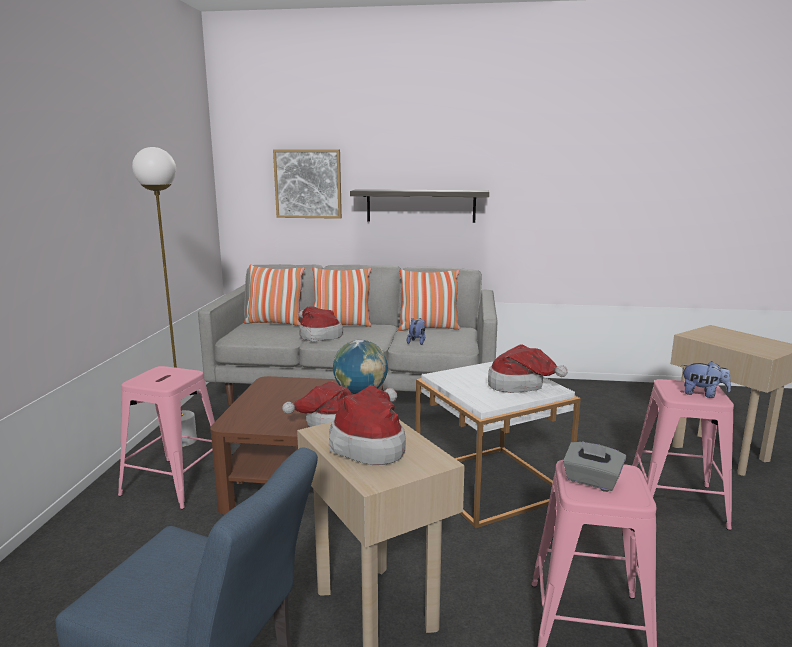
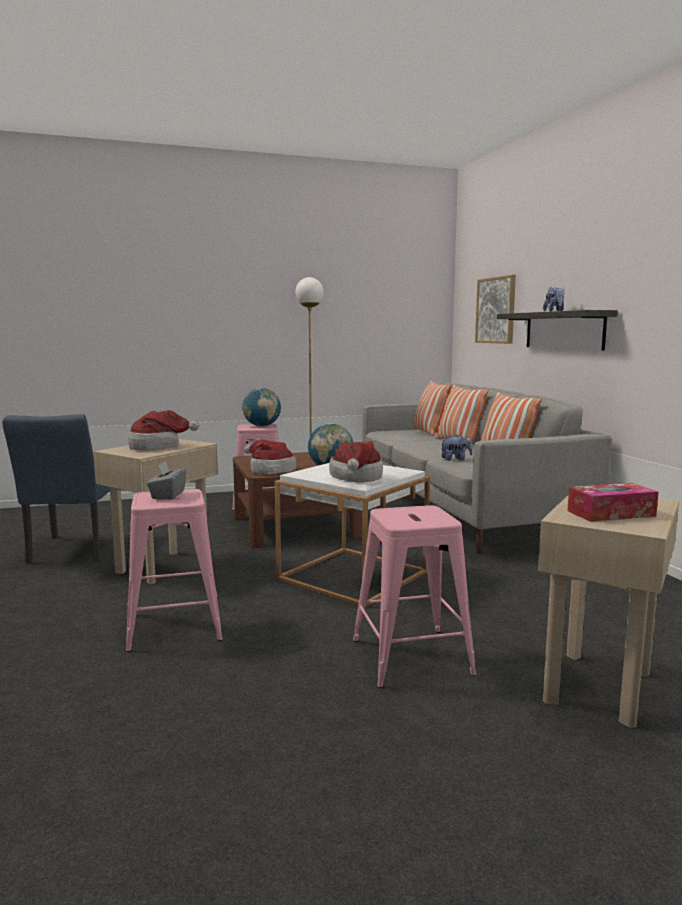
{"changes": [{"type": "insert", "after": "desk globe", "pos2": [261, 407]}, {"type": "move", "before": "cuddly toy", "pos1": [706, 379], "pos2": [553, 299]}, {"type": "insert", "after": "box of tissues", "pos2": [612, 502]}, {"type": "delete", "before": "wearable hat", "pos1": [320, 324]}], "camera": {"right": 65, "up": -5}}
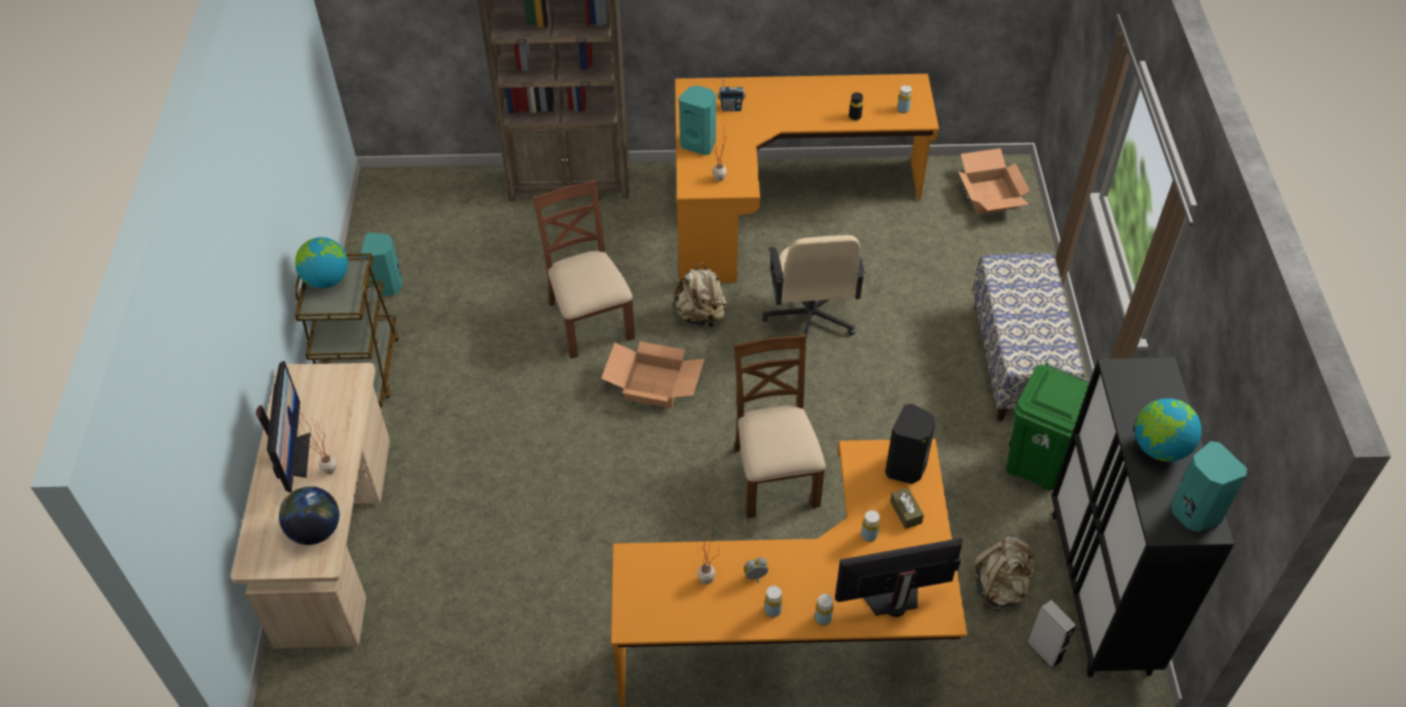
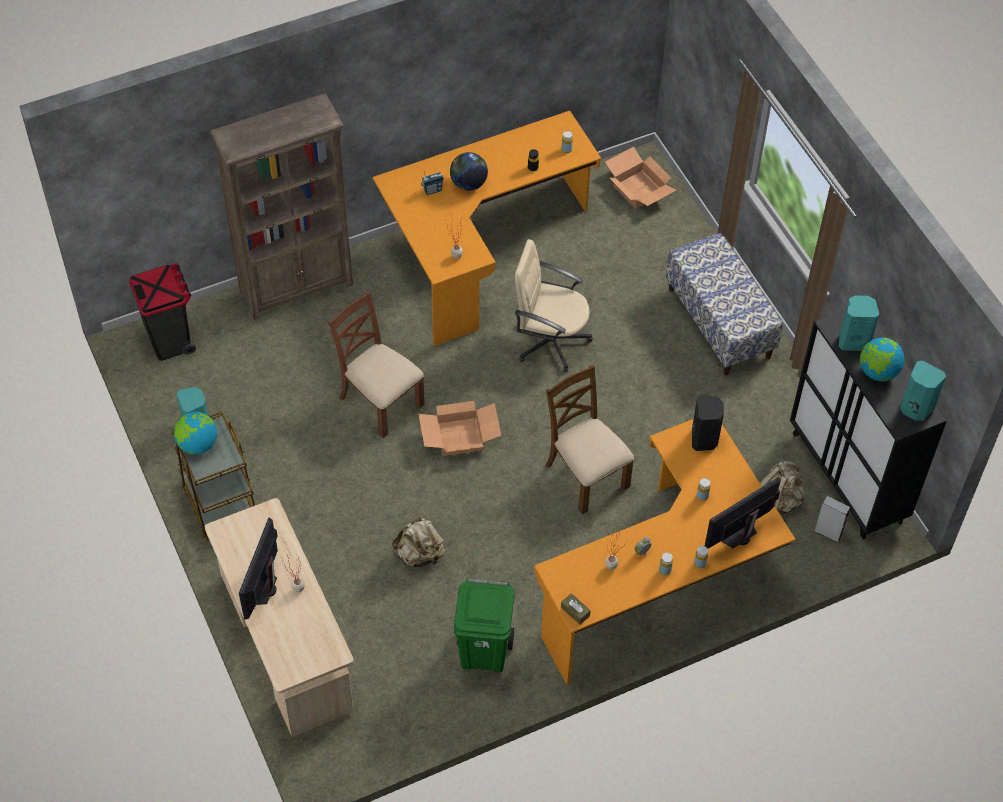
{"changes": [{"type": "insert", "after": "waste bin (black)", "pos2": [162, 312]}, {"type": "rotate", "before": "computer display", "pos1": [283, 427], "pos2": [258, 569], "turn": -135}, {"type": "move", "before": "rucksack (sand-coloured)", "pos1": [700, 295], "pos2": [418, 541]}, {"type": "move", "before": "desk globe", "pos1": [309, 515], "pos2": [469, 171]}, {"type": "move", "before": "waste bin (green-coloured)", "pos1": [1048, 427], "pos2": [484, 625]}, {"type": "rotate", "before": "office chair (sand-coloured)", "pos1": [813, 286], "pos2": [553, 305], "turn": 135}, {"type": "move", "before": "box of tissues (brown)", "pos1": [907, 508], "pos2": [576, 608]}, {"type": "move", "before": "loudspeaker (turquoise-coloured)", "pos1": [697, 120], "pos2": [859, 323]}], "camera": {"right": -25, "up": 5}}
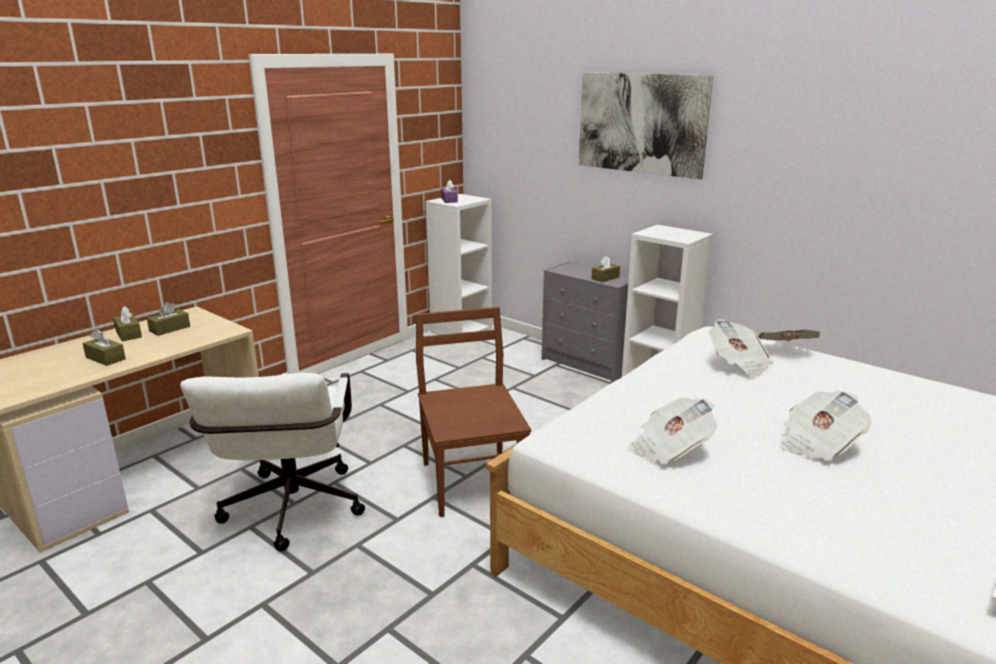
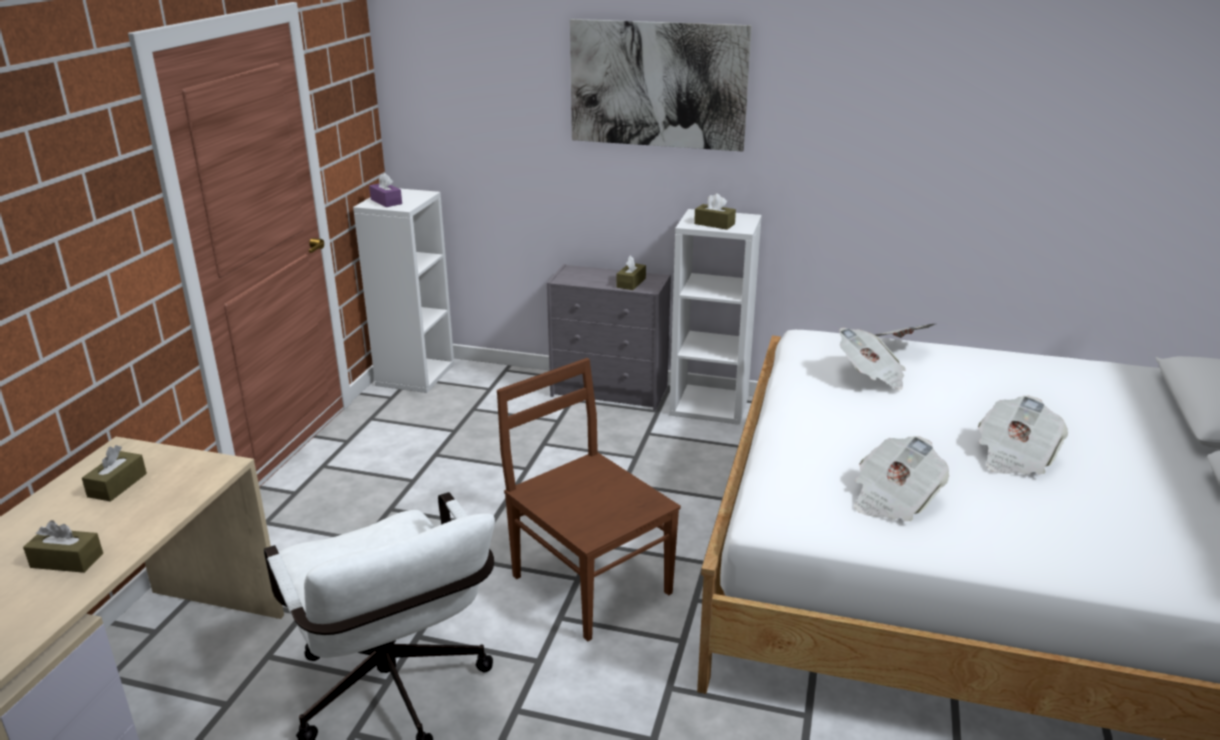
{"changes": [{"type": "move", "before": "box of tissues (brown)", "pos1": [127, 323], "pos2": [715, 212]}], "camera": {"right": -25, "up": 5}}
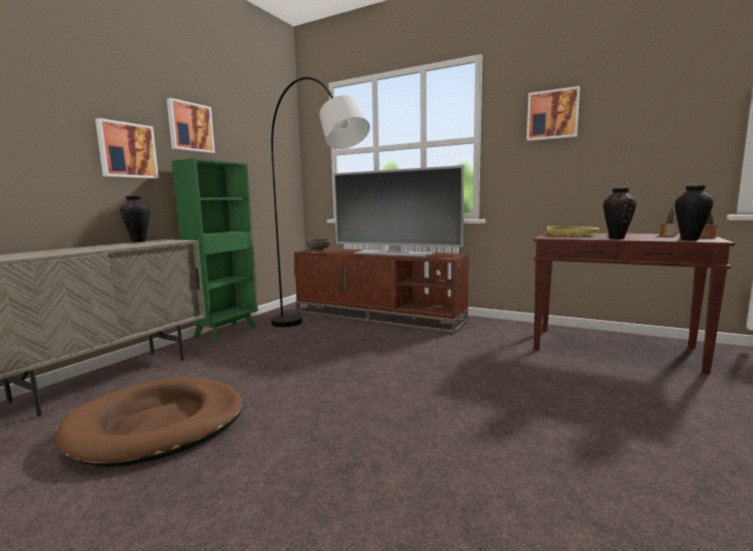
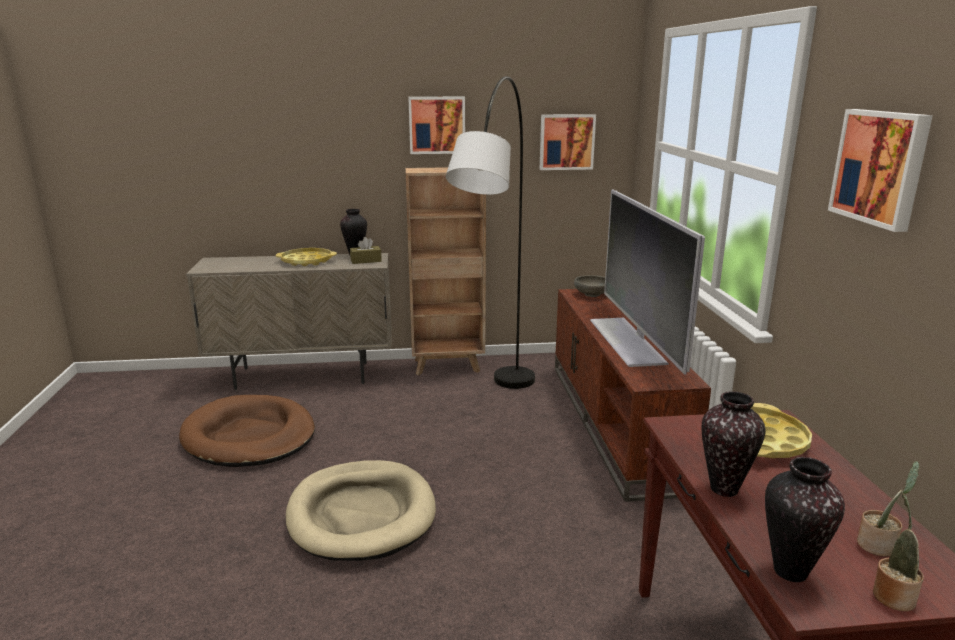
{"changes": [{"type": "insert", "after": "serving tray (yellow)", "pos2": [306, 257]}, {"type": "insert", "after": "pet bed (sand-coloured)", "pos2": [361, 510]}, {"type": "insert", "after": "box of tissues (brown)", "pos2": [366, 250]}, {"type": "recolor", "before": "bookcase (green-coloured)", "after": "bookcase (brown)", "pos1": [215, 250], "pos2": [445, 271]}, {"type": "move", "before": "wall art", "pos1": [127, 148], "pos2": [568, 142]}], "camera": {"right": 55, "up": 10}}
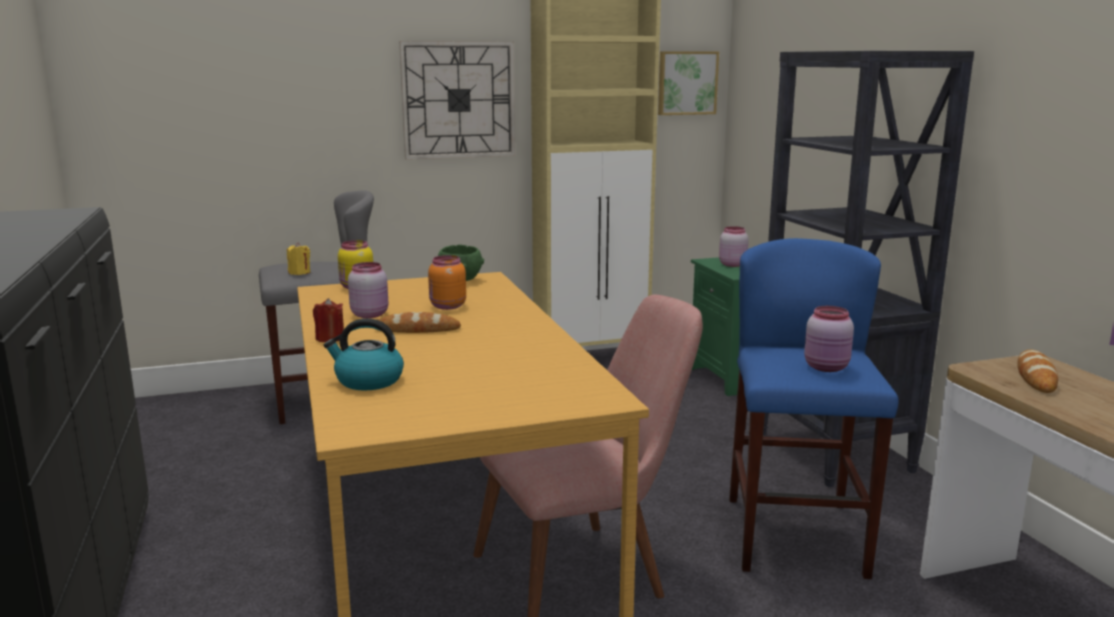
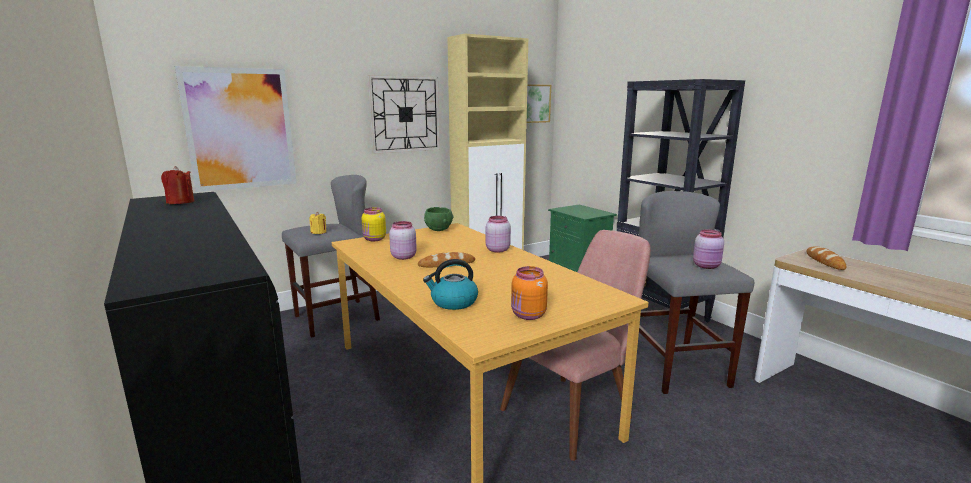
{"changes": [{"type": "move", "before": "wax candle (red-coloured)", "pos1": [328, 320], "pos2": [177, 185]}, {"type": "insert", "after": "wall art", "pos2": [235, 129]}, {"type": "move", "before": "preserve jar (pinkish)", "pos1": [734, 246], "pos2": [498, 234]}, {"type": "move", "before": "preserve jar (orange-coloured)", "pos1": [447, 282], "pos2": [529, 293]}, {"type": "recolor", "before": "stool seat (blue-coloured)", "after": "stool seat (grey)", "pos1": [814, 408], "pos2": [696, 292]}], "camera": {"right": -15, "up": 0}}
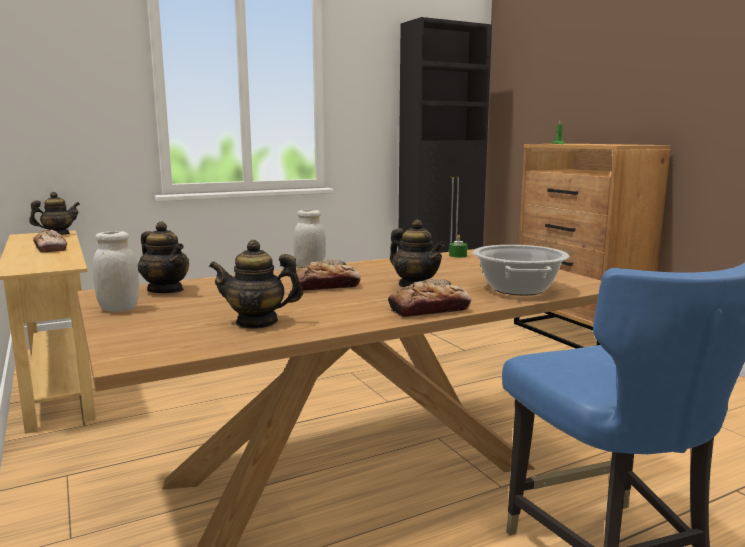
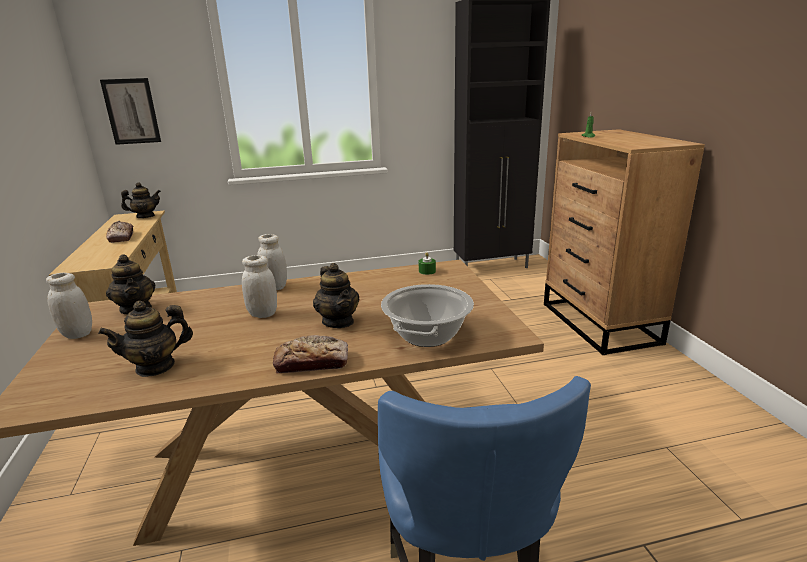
{"changes": [{"type": "rotate", "before": "pot for tea", "pos1": [256, 284], "pos2": [145, 339], "turn": -45}, {"type": "insert", "after": "wall art", "pos2": [130, 111]}, {"type": "replace", "before": "baked bread", "after": "preserve jar (white-coloured)", "pos1": [325, 275], "pos2": [259, 286]}], "camera": {"right": 15, "up": 10}}
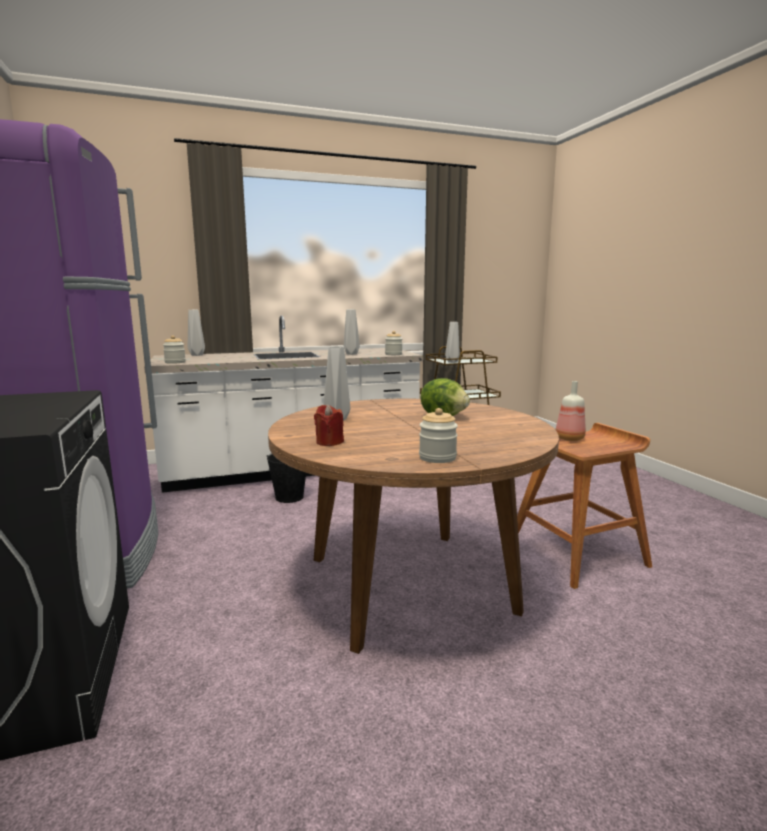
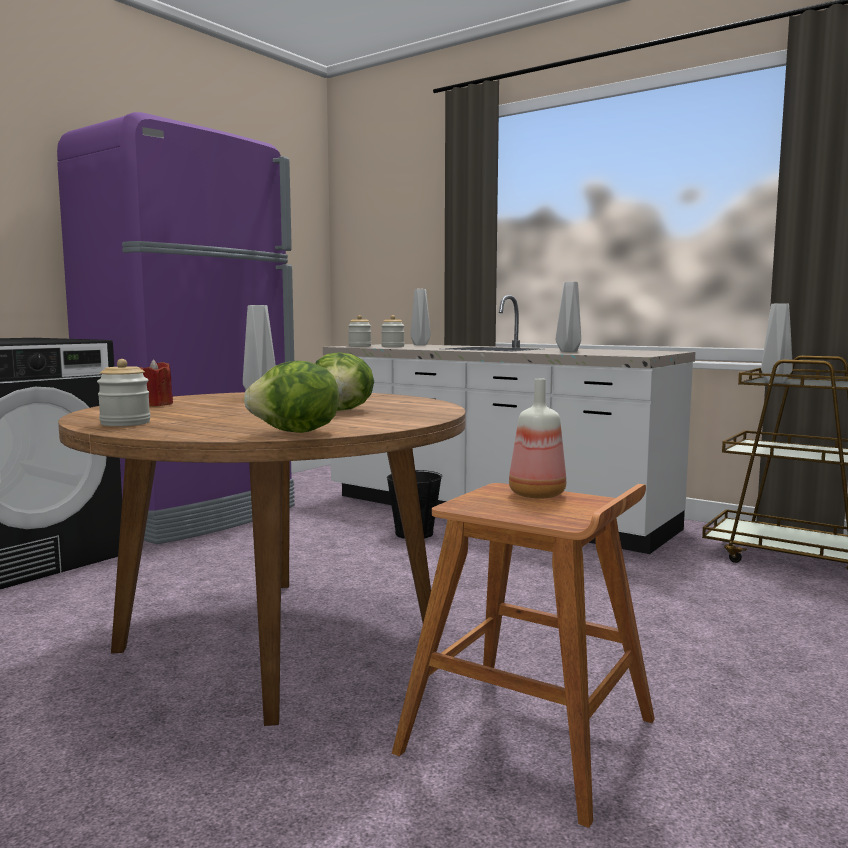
{"changes": [{"type": "insert", "after": "head of lettuce", "pos2": [291, 397]}, {"type": "move", "before": "preserve jar", "pos1": [394, 343], "pos2": [393, 331]}], "camera": {"right": 55, "up": -5}}
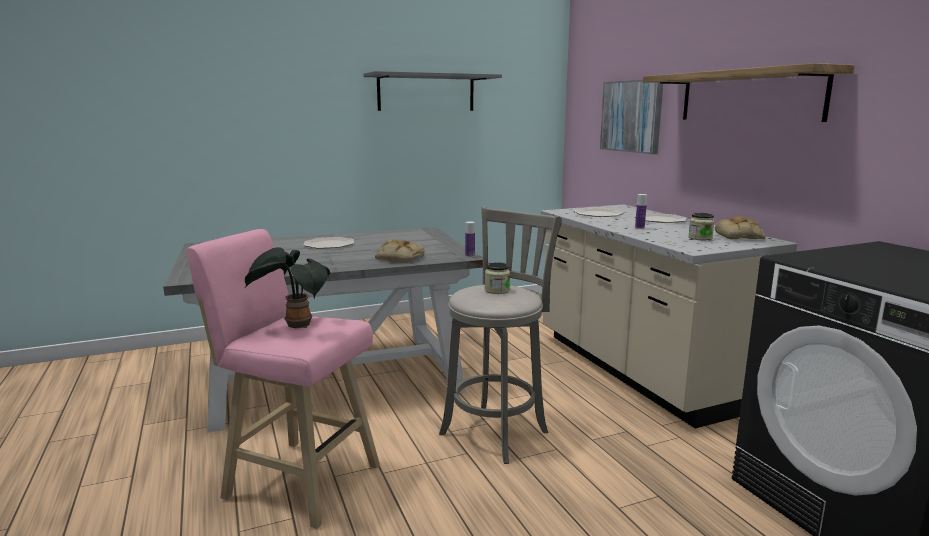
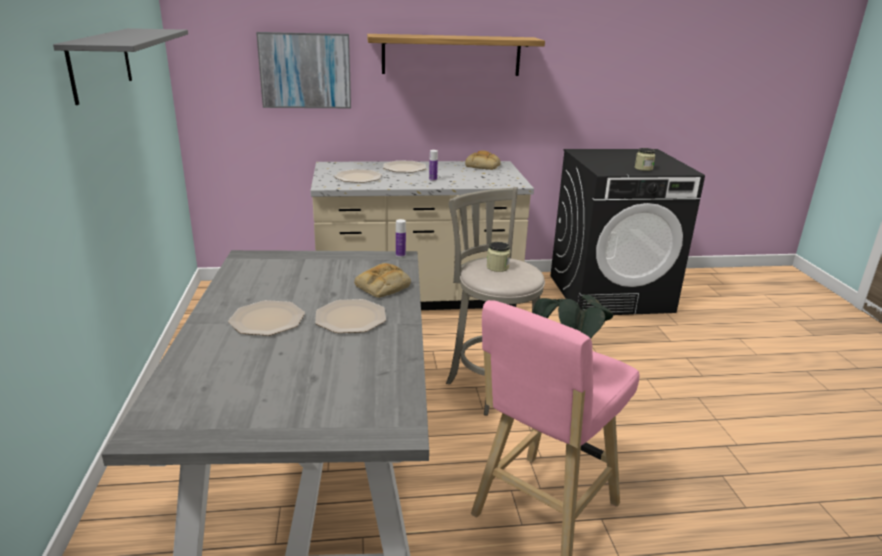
{"changes": [{"type": "insert", "after": "flat dish", "pos2": [350, 316]}, {"type": "move", "before": "preserve jar", "pos1": [701, 226], "pos2": [645, 159]}], "camera": {"right": -75, "up": 10}}
